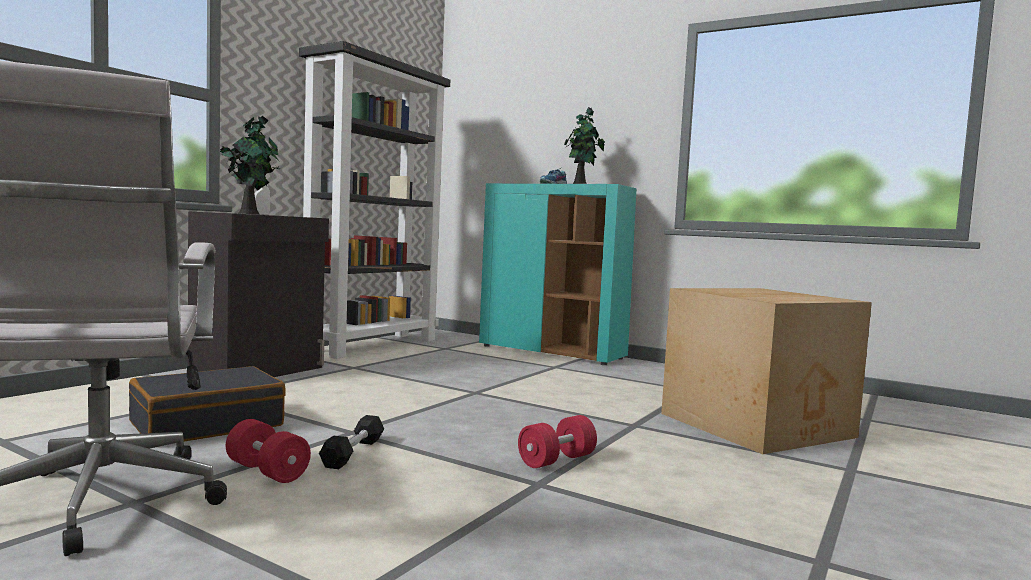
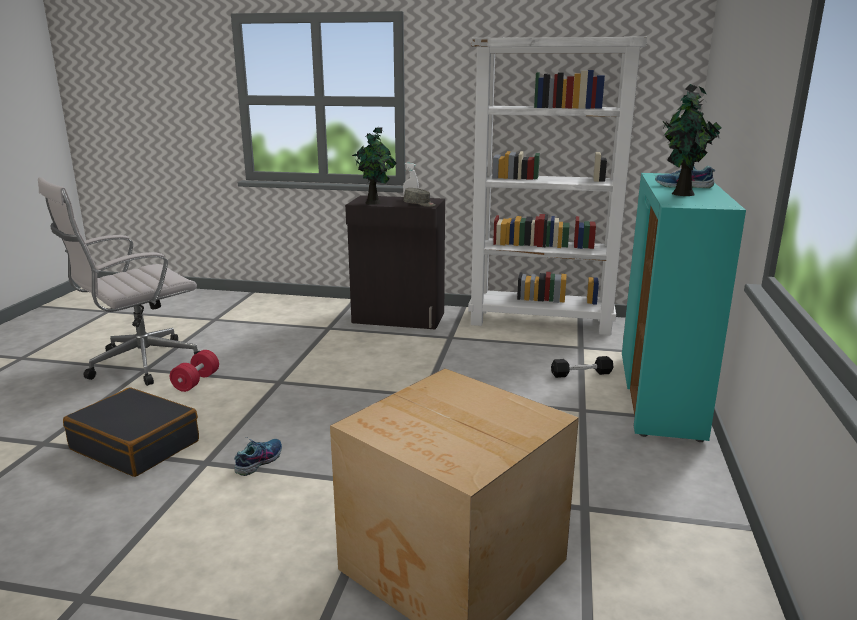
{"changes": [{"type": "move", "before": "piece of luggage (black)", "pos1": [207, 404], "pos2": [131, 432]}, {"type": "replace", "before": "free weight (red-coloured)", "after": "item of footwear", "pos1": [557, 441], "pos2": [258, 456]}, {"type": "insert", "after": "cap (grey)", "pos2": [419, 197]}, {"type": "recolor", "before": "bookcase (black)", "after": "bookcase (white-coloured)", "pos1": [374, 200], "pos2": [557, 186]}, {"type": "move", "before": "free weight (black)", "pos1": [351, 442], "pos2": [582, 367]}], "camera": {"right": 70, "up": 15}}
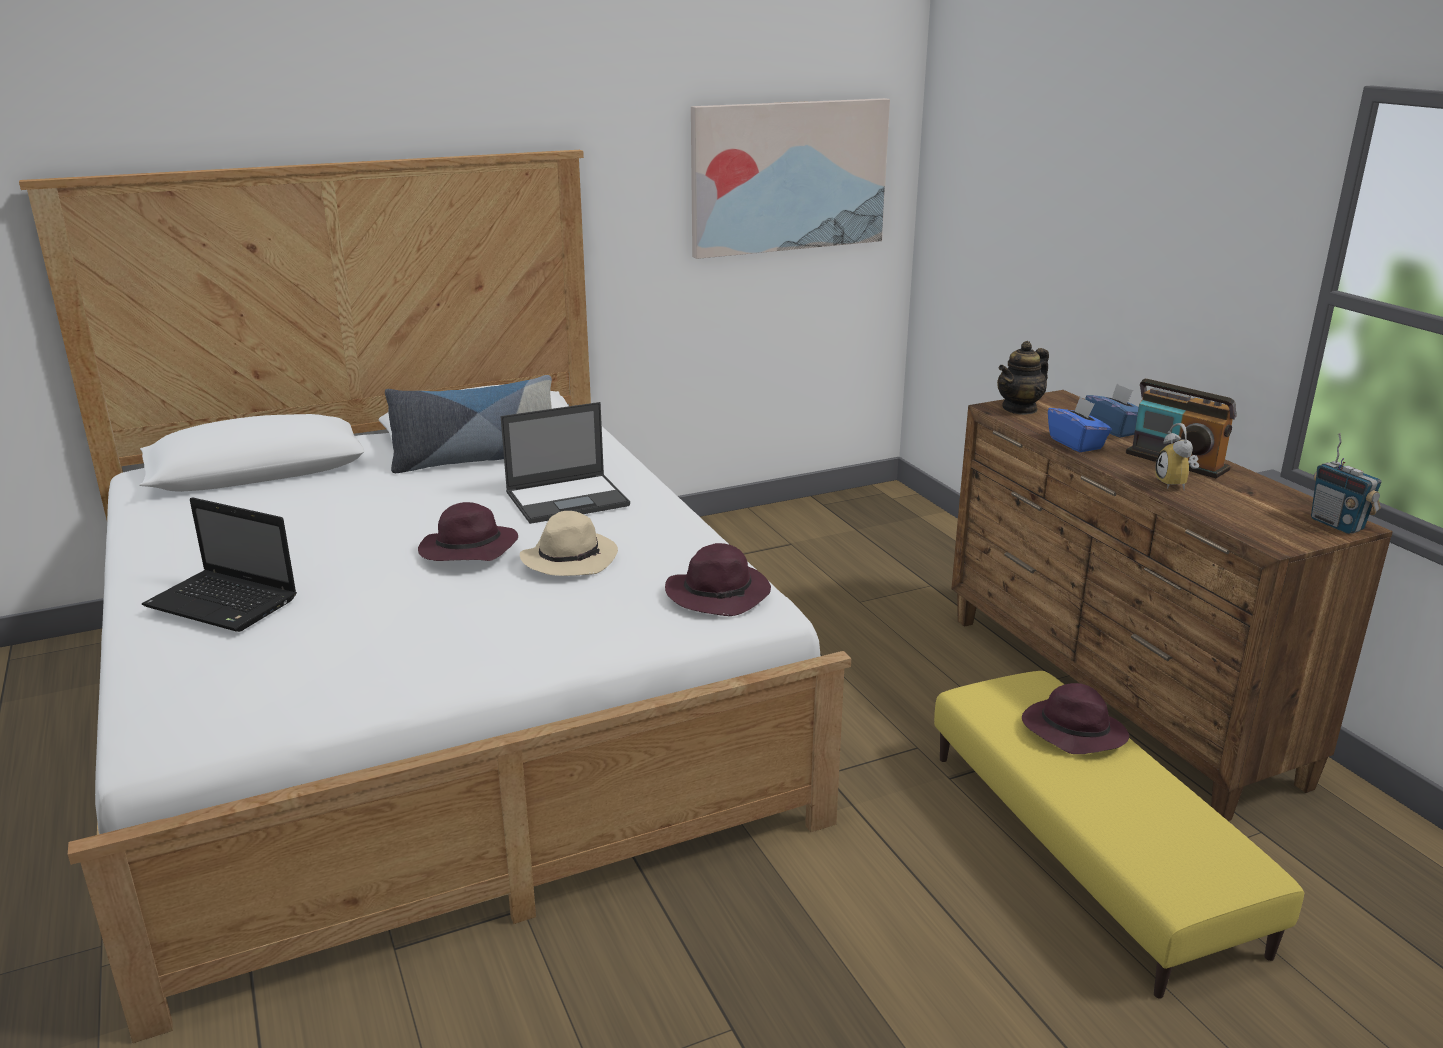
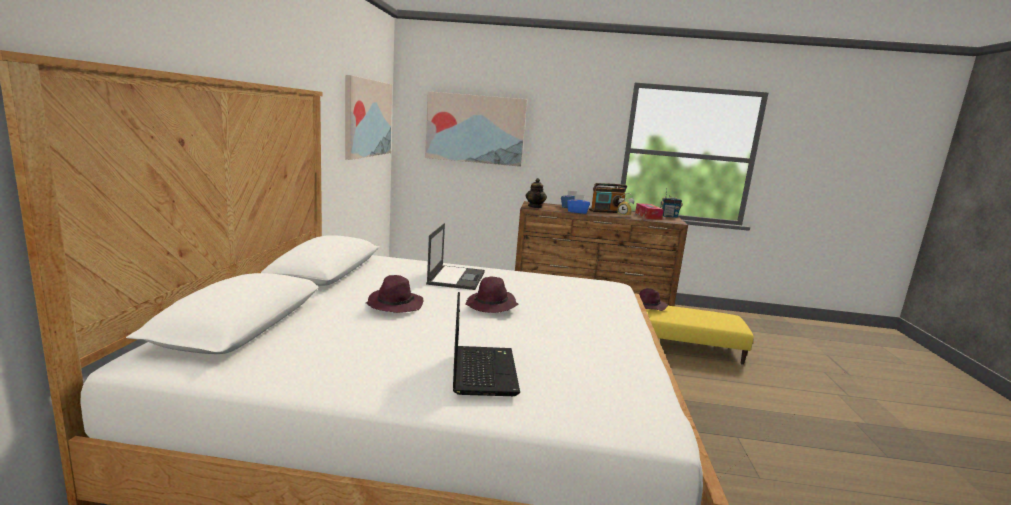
{"changes": [{"type": "move", "before": "wearable hat (purplish)", "pos1": [718, 579], "pos2": [394, 294]}, {"type": "insert", "after": "wall art", "pos2": [476, 129]}, {"type": "rotate", "before": "laptop", "pos1": [219, 564], "pos2": [486, 344], "turn": -60}, {"type": "insert", "after": "box of tissues", "pos2": [649, 211]}, {"type": "delete", "before": "cushion", "pos1": [468, 424]}, {"type": "delete", "before": "wearable hat (sand-coloured)", "pos1": [569, 543]}], "camera": {"right": -60, "up": -10}}
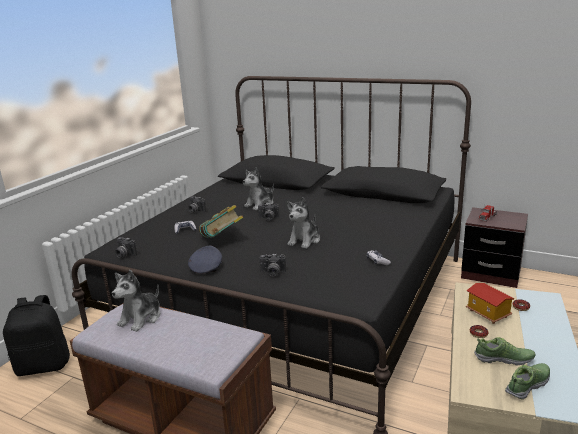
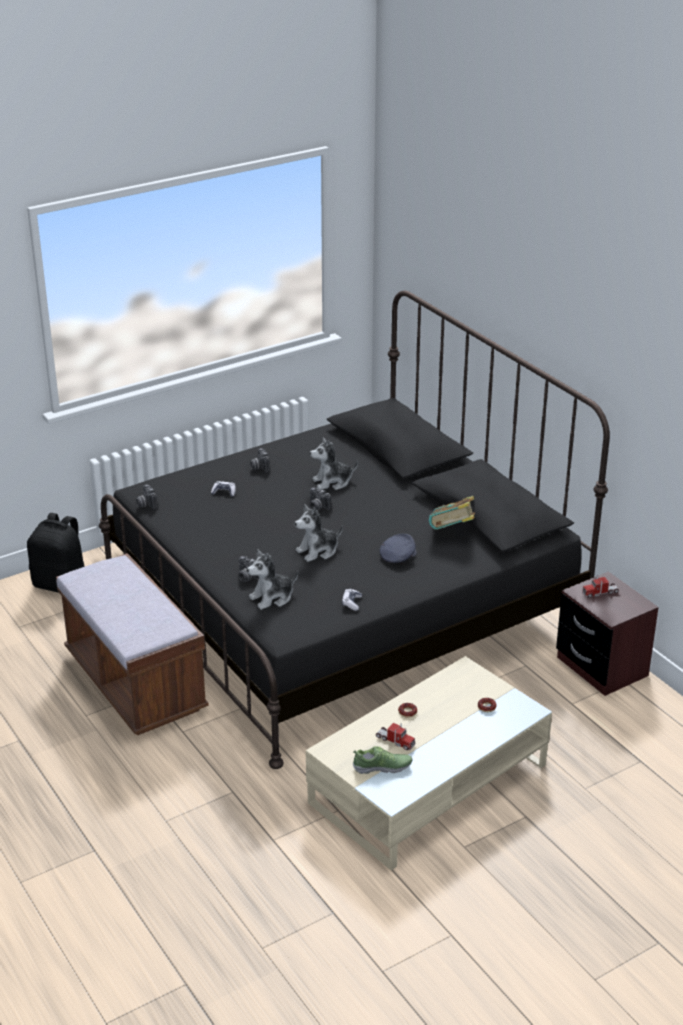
{"changes": [{"type": "move", "before": "cuddly toy", "pos1": [136, 301], "pos2": [272, 579]}, {"type": "replace", "before": "item of footwear", "after": "model truck", "pos1": [505, 351], "pos2": [395, 736]}, {"type": "move", "before": "cap (grey)", "pos1": [205, 260], "pos2": [398, 549]}, {"type": "move", "before": "volume", "pos1": [221, 221], "pos2": [452, 513]}, {"type": "delete", "before": "model house", "pos1": [490, 303]}], "camera": {"right": 30, "up": 10}}
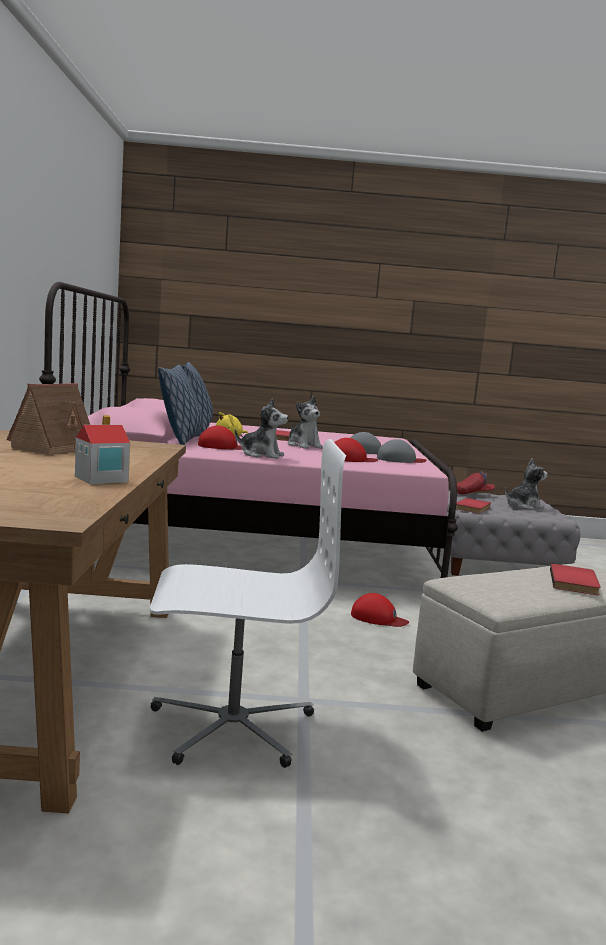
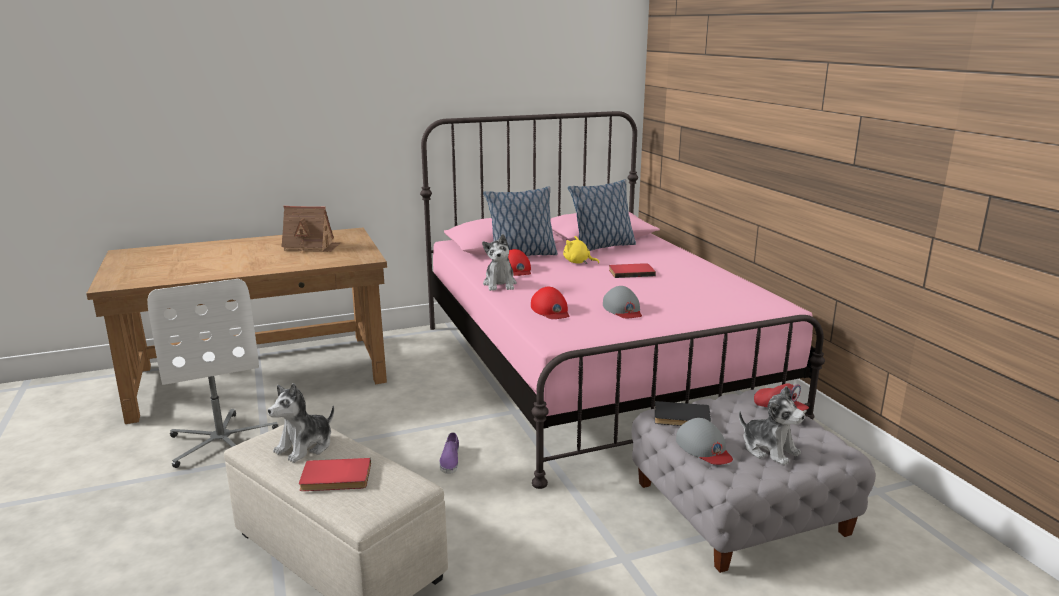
{"changes": [{"type": "move", "before": "cuddly toy", "pos1": [305, 422], "pos2": [301, 423]}, {"type": "replace", "before": "cap (red-coloured)", "after": "item of footwear (purplish)", "pos1": [380, 610], "pos2": [449, 453]}, {"type": "recolor", "before": "volume (red-coloured)", "after": "volume (black)", "pos1": [473, 505], "pos2": [683, 413]}, {"type": "move", "before": "cap (grey)", "pos1": [402, 451], "pos2": [704, 441]}, {"type": "delete", "before": "model house", "pos1": [102, 449]}], "camera": {"right": 70, "up": 10}}
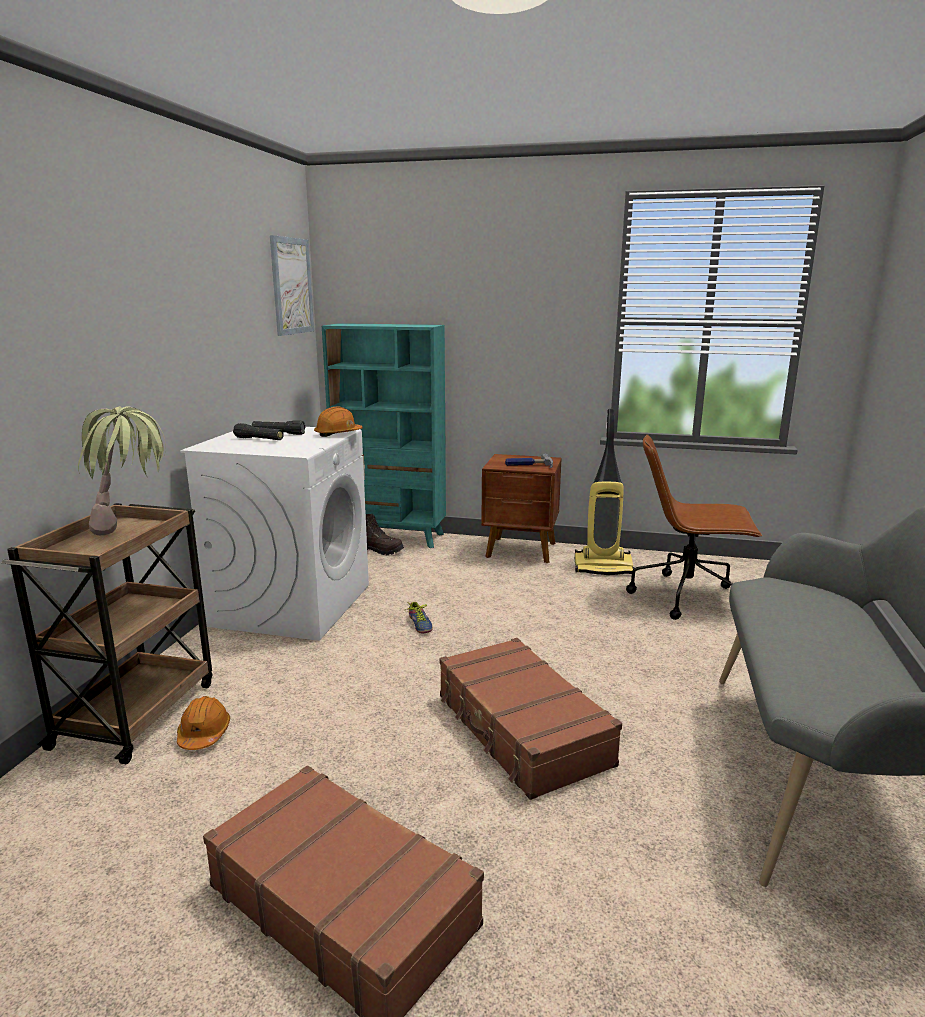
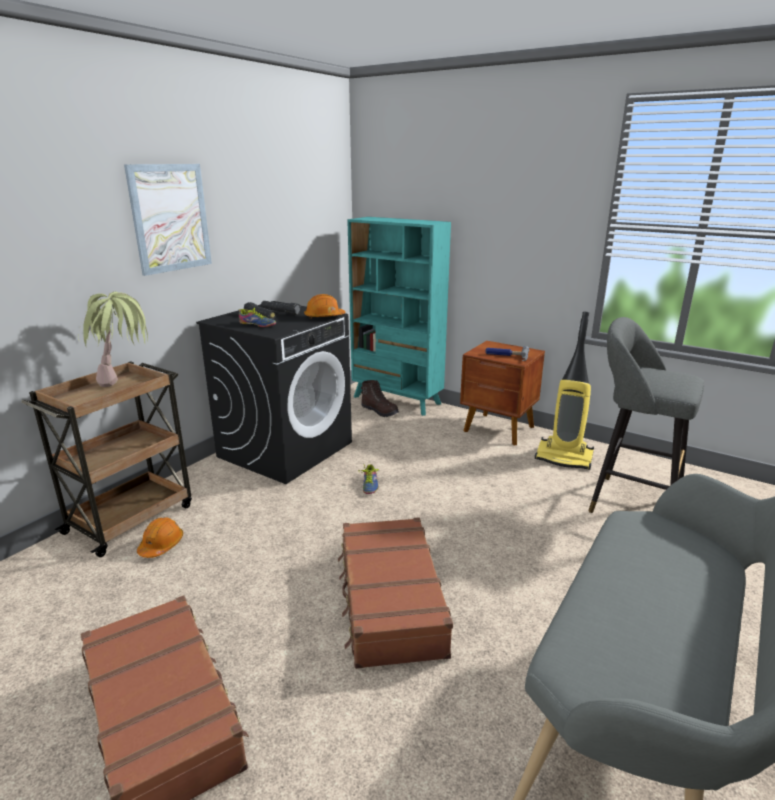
{"changes": [{"type": "move", "before": "wall art", "pos1": [292, 285], "pos2": [168, 220]}, {"type": "recolor", "before": "washing machine (white-coloured)", "after": "washing machine (black)", "pos1": [274, 532], "pos2": [274, 392]}, {"type": "insert", "after": "item of footwear", "pos2": [257, 317]}, {"type": "replace", "before": "office chair (brown)", "after": "stool seat (grey)", "pos1": [694, 527], "pos2": [646, 415]}], "camera": {"right": 20, "up": 5}}
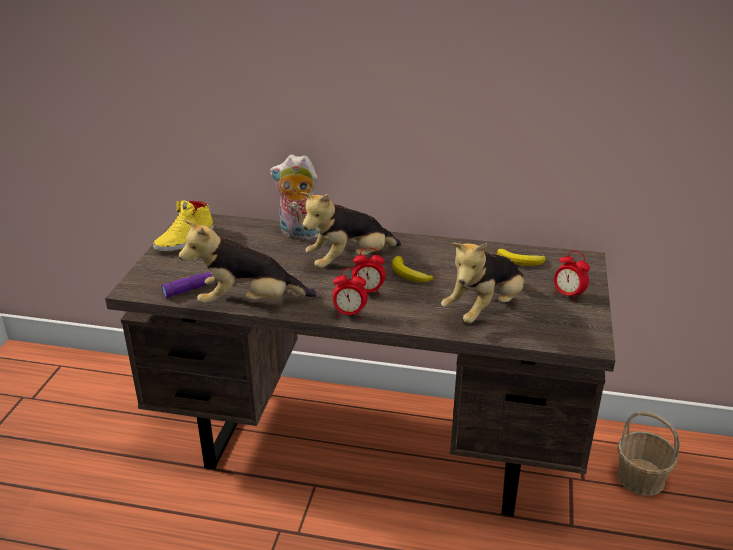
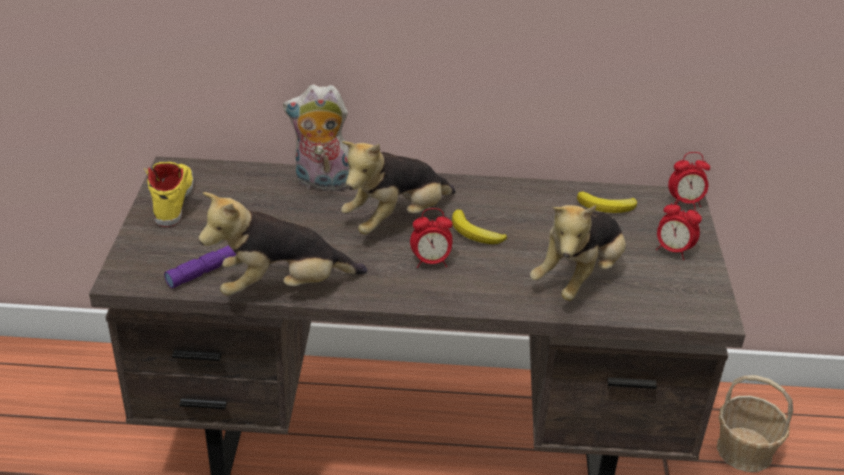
{"changes": [{"type": "rotate", "before": "item of footwear (yellow)", "pos1": [183, 226], "pos2": [169, 194], "turn": 150}, {"type": "move", "before": "bedside clock", "pos1": [350, 293], "pos2": [689, 179]}], "camera": {"right": -10, "up": 5}}
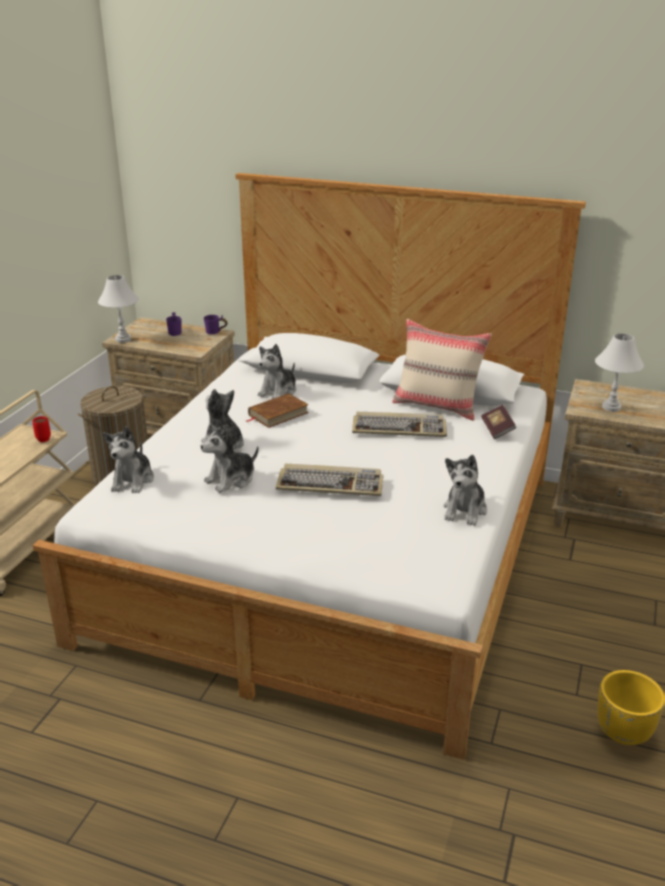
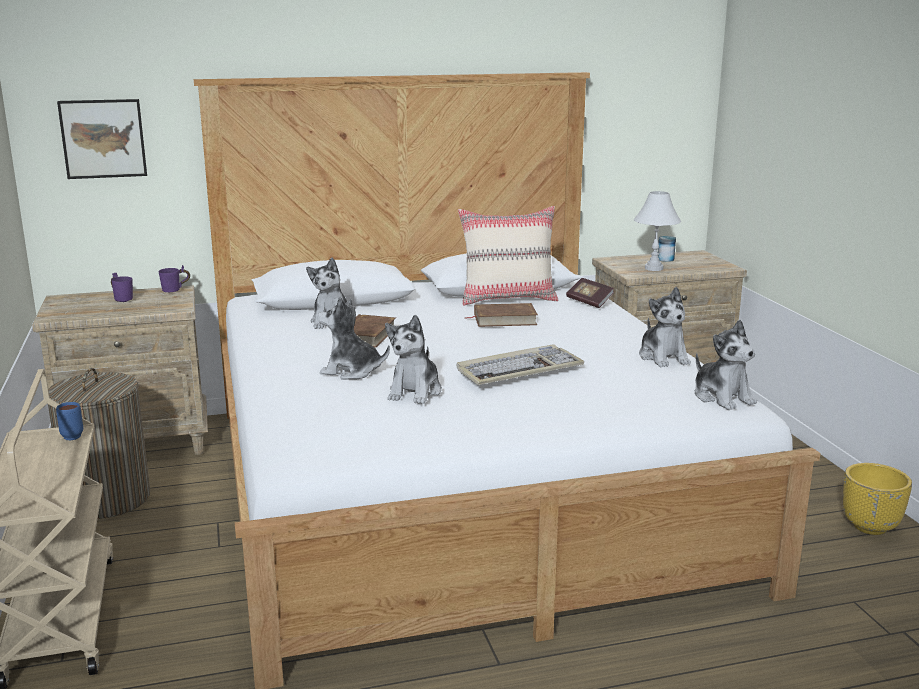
{"changes": [{"type": "recolor", "before": "tea mug (red-coloured)", "after": "tea mug (blue-coloured)", "pos1": [41, 429], "pos2": [69, 421]}, {"type": "insert", "after": "wall art", "pos2": [102, 139]}, {"type": "replace", "before": "computer keyboard", "after": "volume (brown)", "pos1": [399, 424], "pos2": [501, 315]}, {"type": "insert", "after": "metal can", "pos2": [667, 249]}, {"type": "move", "before": "cuddly toy", "pos1": [128, 459], "pos2": [726, 365]}, {"type": "delete", "before": "lamp for a table (white-coloured)", "pos1": [118, 309]}], "camera": {"right": -35, "up": -10}}
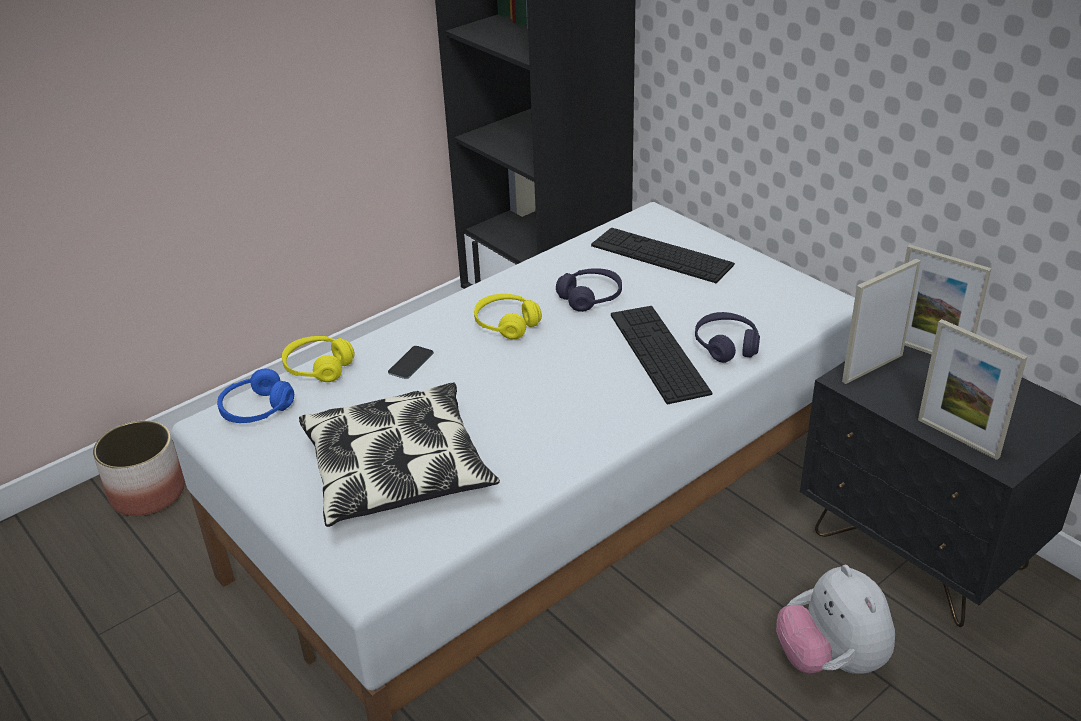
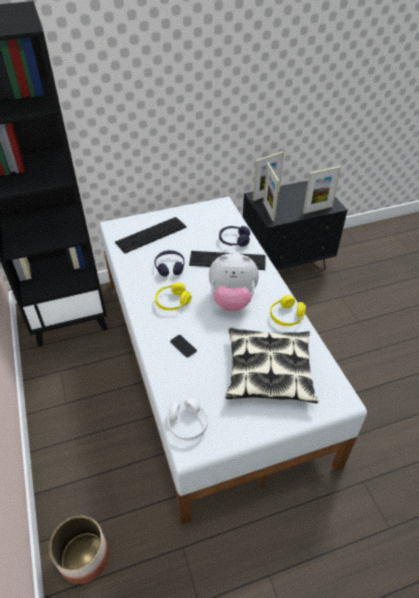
{"changes": [{"type": "recolor", "before": "headphones (blue-coloured)", "after": "headphones (white-coloured)", "pos1": [255, 396], "pos2": [188, 419]}, {"type": "move", "before": "cuddly toy", "pos1": [835, 619], "pos2": [234, 282]}, {"type": "move", "before": "headphones (yellow)", "pos1": [318, 359], "pos2": [288, 310]}], "camera": {"right": -70, "up": 10}}
